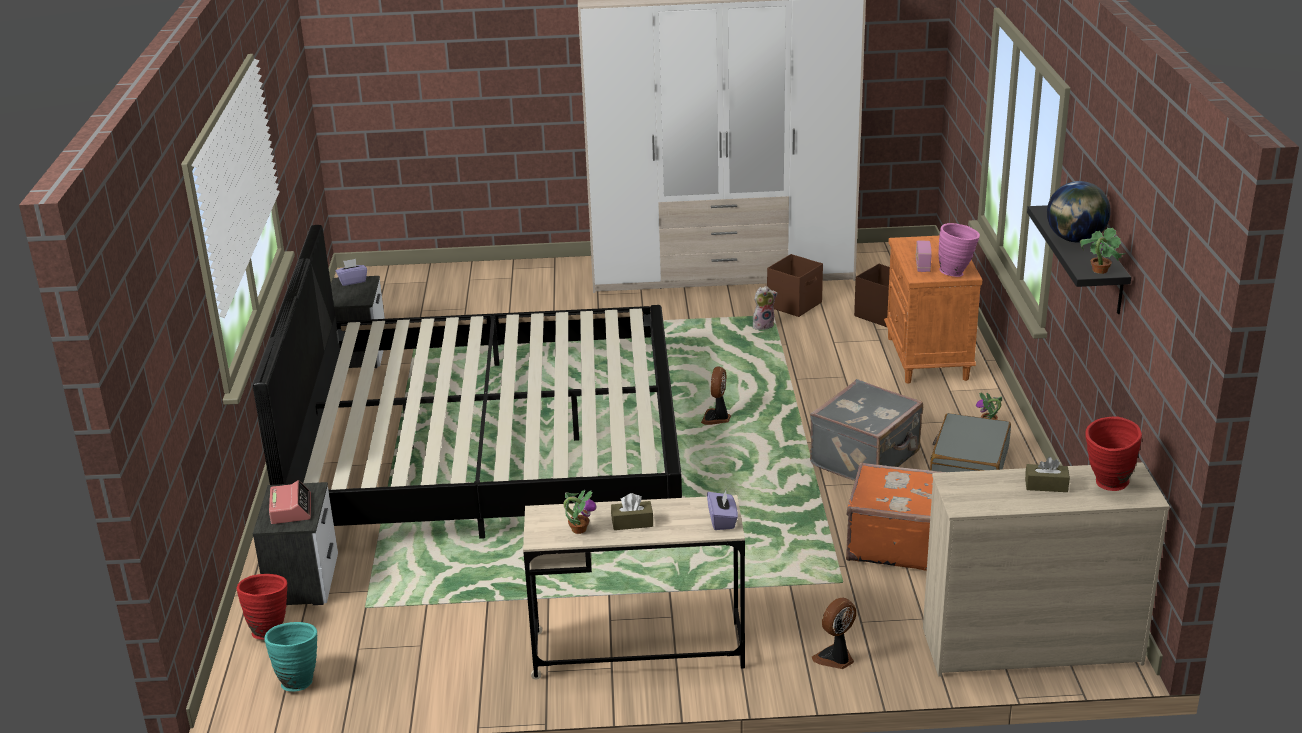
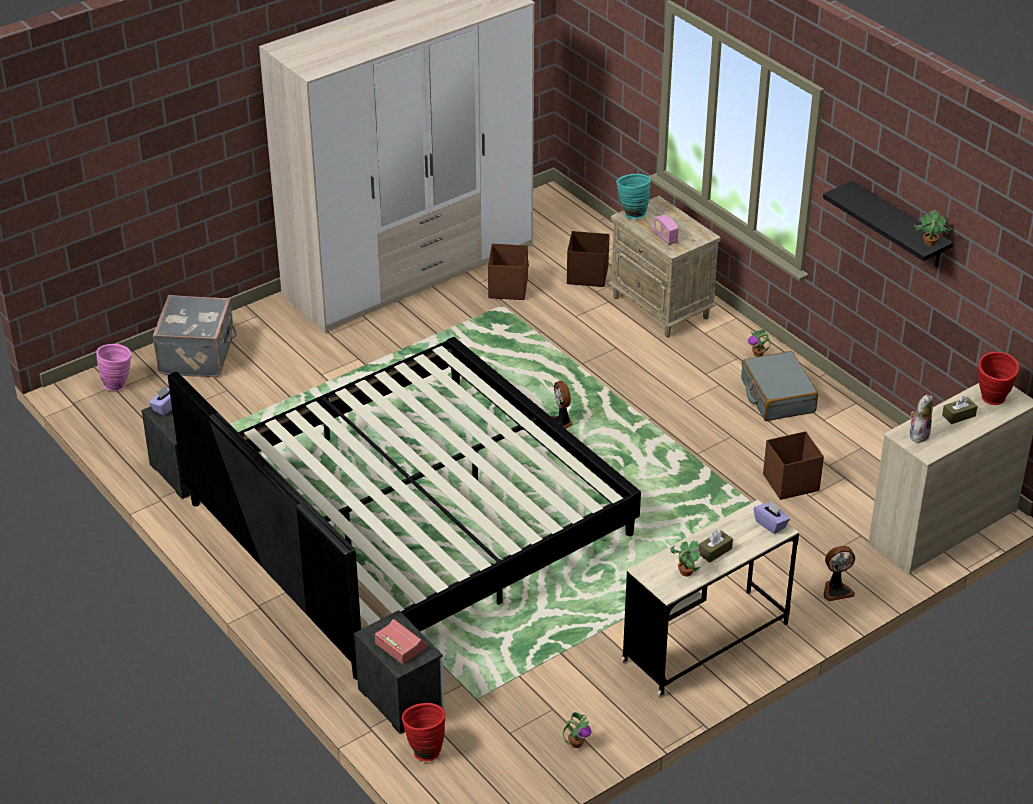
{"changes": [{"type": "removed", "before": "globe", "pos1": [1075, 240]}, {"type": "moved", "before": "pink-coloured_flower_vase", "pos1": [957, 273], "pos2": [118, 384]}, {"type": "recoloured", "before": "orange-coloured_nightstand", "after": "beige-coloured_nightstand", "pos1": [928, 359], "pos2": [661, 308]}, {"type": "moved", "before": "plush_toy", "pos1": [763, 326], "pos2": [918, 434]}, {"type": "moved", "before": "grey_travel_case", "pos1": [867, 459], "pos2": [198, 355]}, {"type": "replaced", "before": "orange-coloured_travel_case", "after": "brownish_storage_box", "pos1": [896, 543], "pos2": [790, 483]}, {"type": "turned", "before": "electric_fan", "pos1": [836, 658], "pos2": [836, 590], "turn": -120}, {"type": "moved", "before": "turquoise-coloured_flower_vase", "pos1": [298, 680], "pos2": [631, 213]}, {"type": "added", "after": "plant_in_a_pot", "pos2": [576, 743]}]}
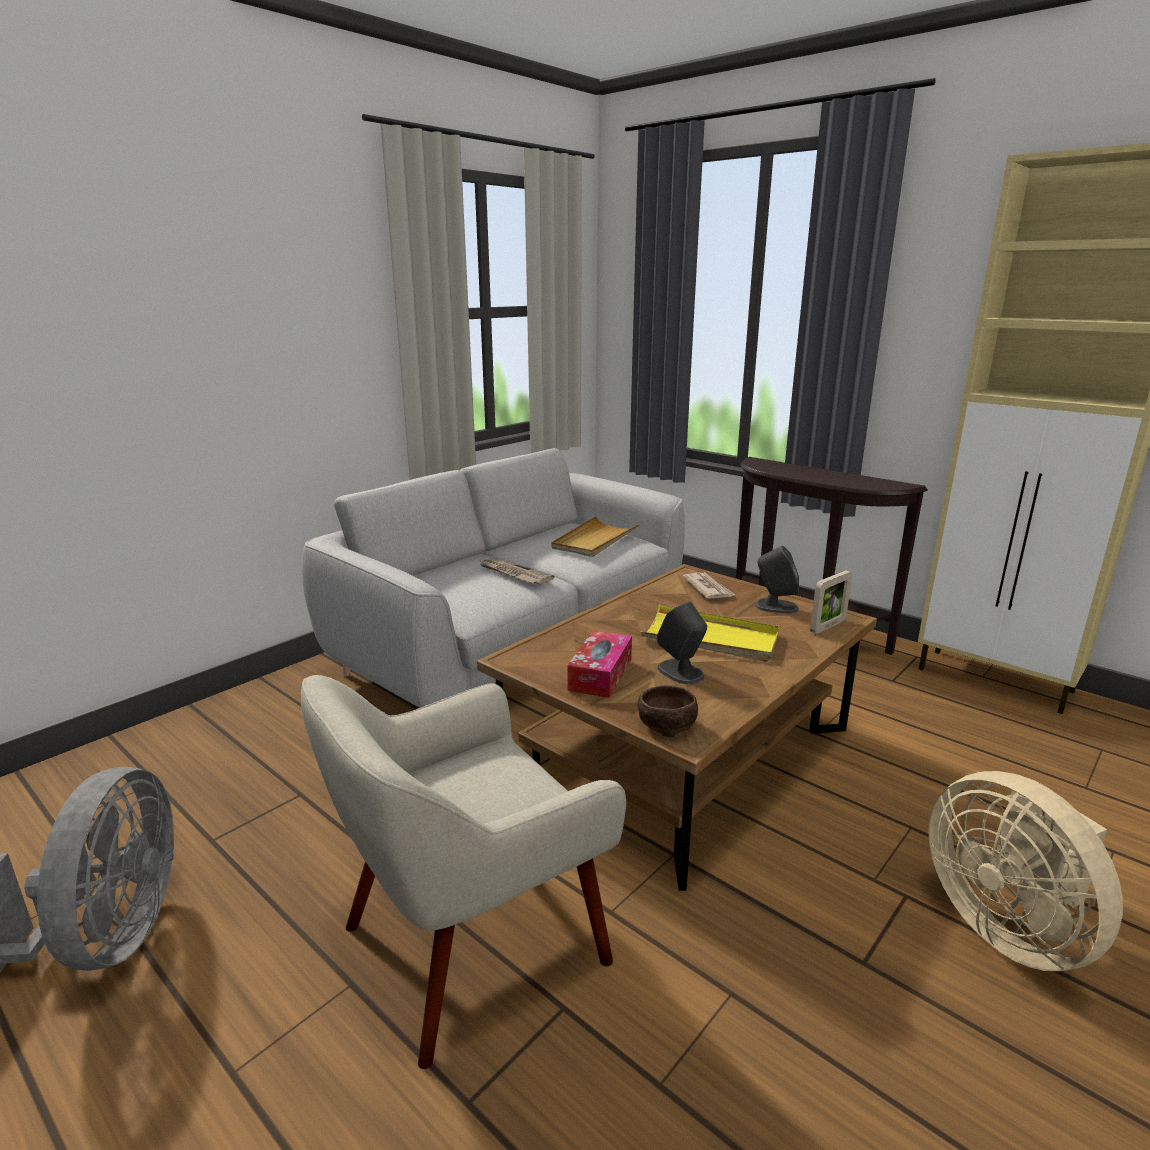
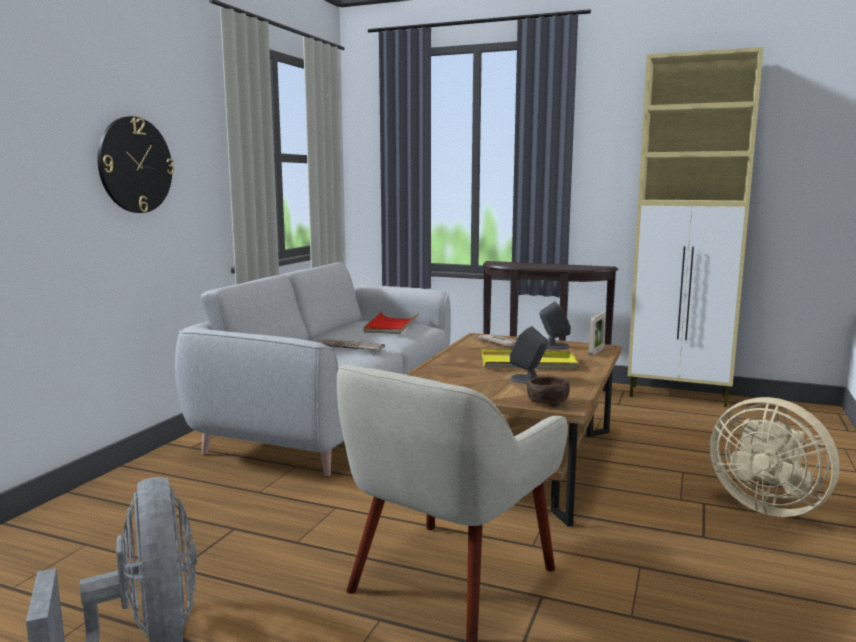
{"changes": [{"type": "recoloured", "before": "beige-coloured_carrying_tray", "after": "reddish_carrying_tray", "pos1": [595, 540], "pos2": [391, 326]}, {"type": "removed", "before": "tissue_box", "pos1": [600, 674]}, {"type": "added", "after": "clock_on_the_wall", "pos2": [135, 165]}]}
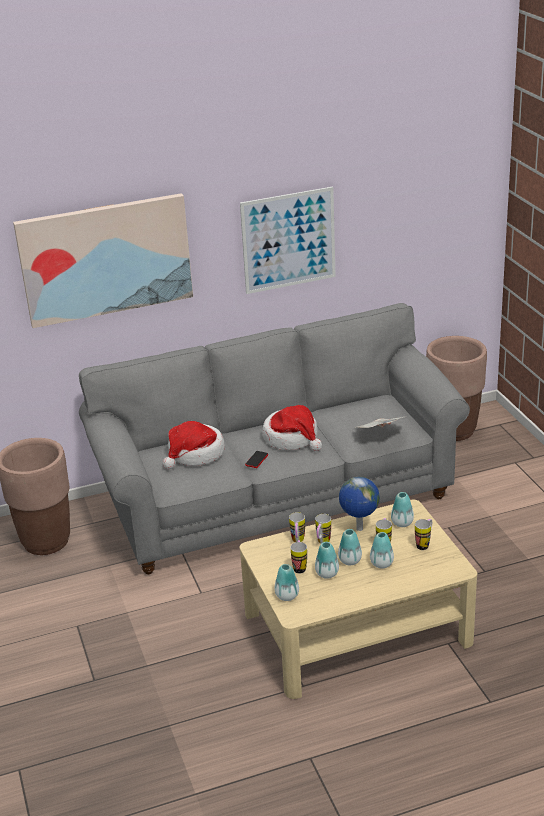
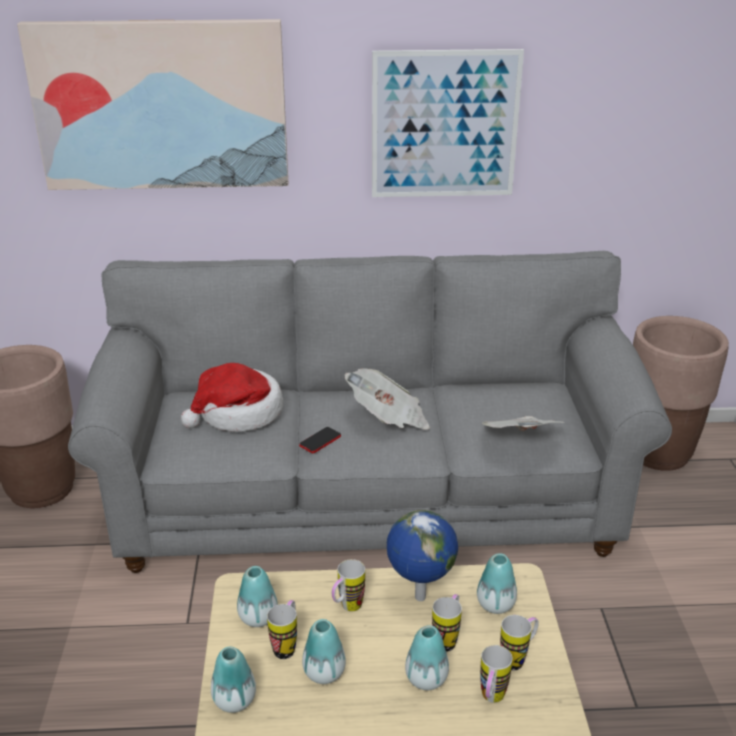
{"changes": [{"type": "replaced", "before": "clothing_hat", "after": "printed_paper", "pos1": [292, 438], "pos2": [388, 419]}, {"type": "moved", "before": "mug", "pos1": [297, 541], "pos2": [491, 699]}, {"type": "moved", "before": "flower_vase", "pos1": [350, 561], "pos2": [258, 617]}]}
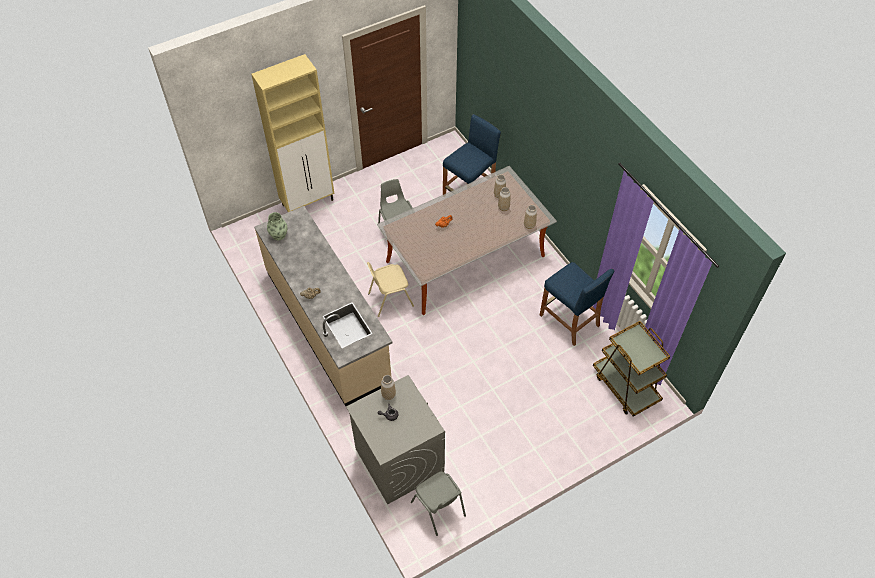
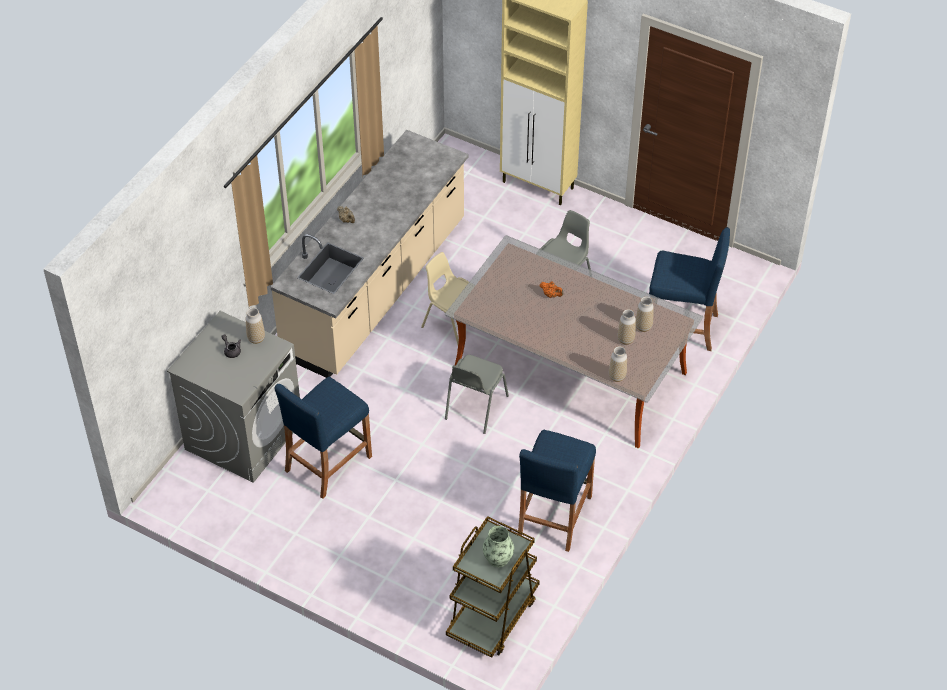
{"changes": [{"type": "moved", "before": "flower_vase", "pos1": [278, 235], "pos2": [498, 558]}, {"type": "moved", "before": "grey_upright_chair", "pos1": [438, 509], "pos2": [475, 407]}, {"type": "added", "after": "blue-coloured_stool_seat", "pos2": [328, 463]}]}
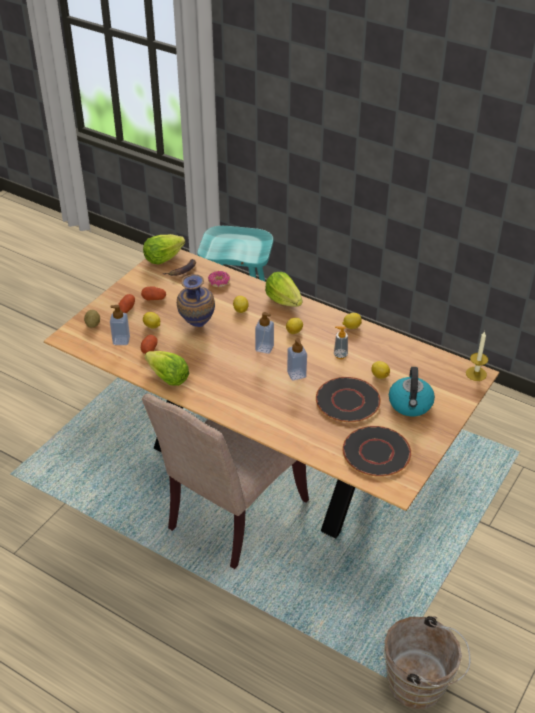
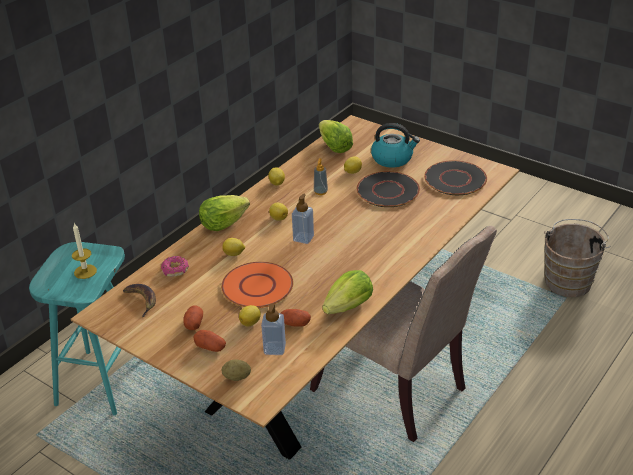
{"changes": [{"type": "moved", "before": "lettuce_head", "pos1": [163, 258], "pos2": [334, 147]}, {"type": "replaced", "before": "flower_vase", "after": "orange-coloured_flat_dish", "pos1": [196, 326], "pos2": [257, 287]}, {"type": "moved", "before": "wax_light", "pos1": [476, 374], "pos2": [85, 271]}, {"type": "removed", "before": "soap_dispenser", "pos1": [296, 374]}]}
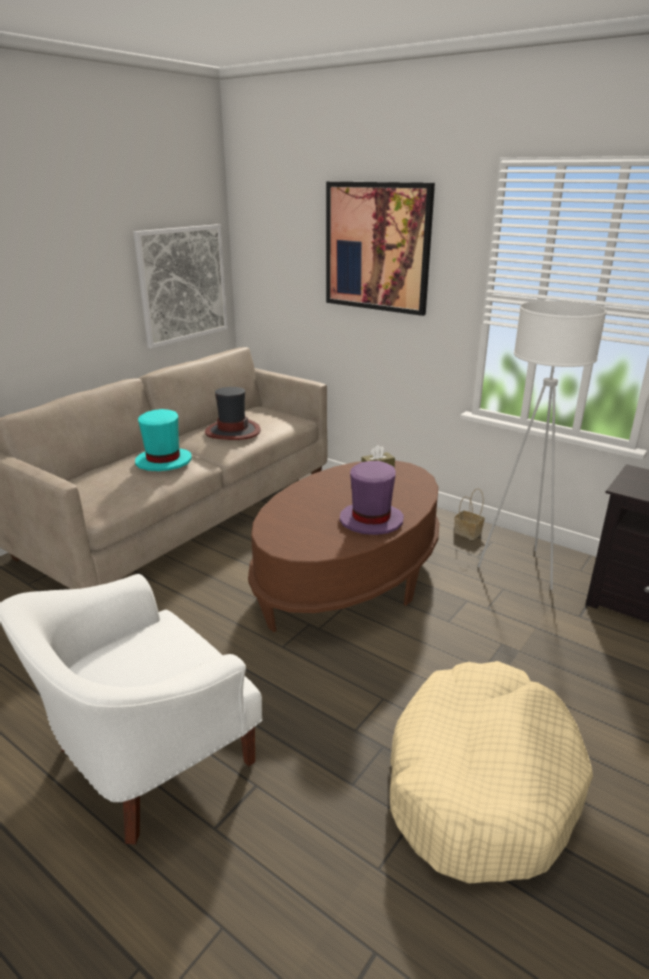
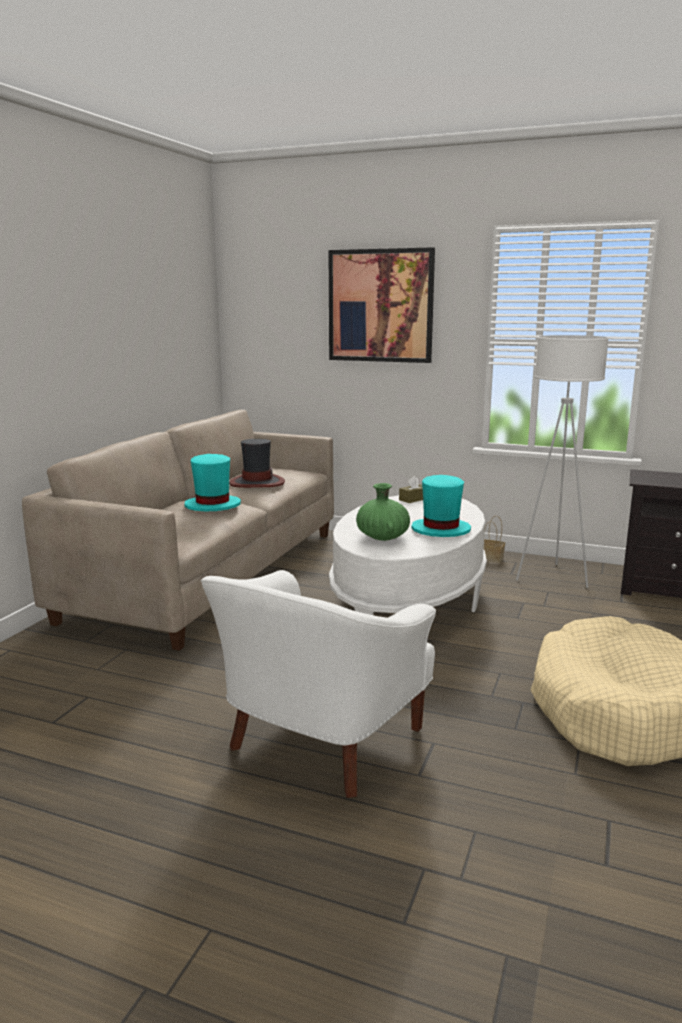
{"changes": [{"type": "removed", "before": "wall_art", "pos1": [183, 284]}, {"type": "recoloured", "before": "brownish_coffee_table", "after": "whitish_coffee_table", "pos1": [349, 578], "pos2": [409, 600]}, {"type": "recoloured", "before": "purple_clothing_hat", "after": "turquoise-coloured_clothing_hat", "pos1": [371, 520], "pos2": [440, 530]}, {"type": "added", "after": "greenish_flower_vase", "pos2": [382, 538]}]}
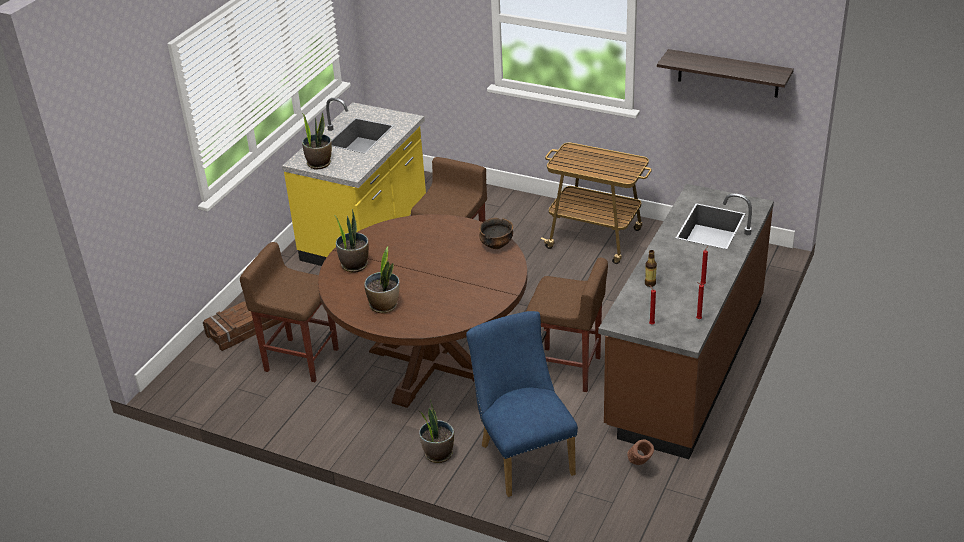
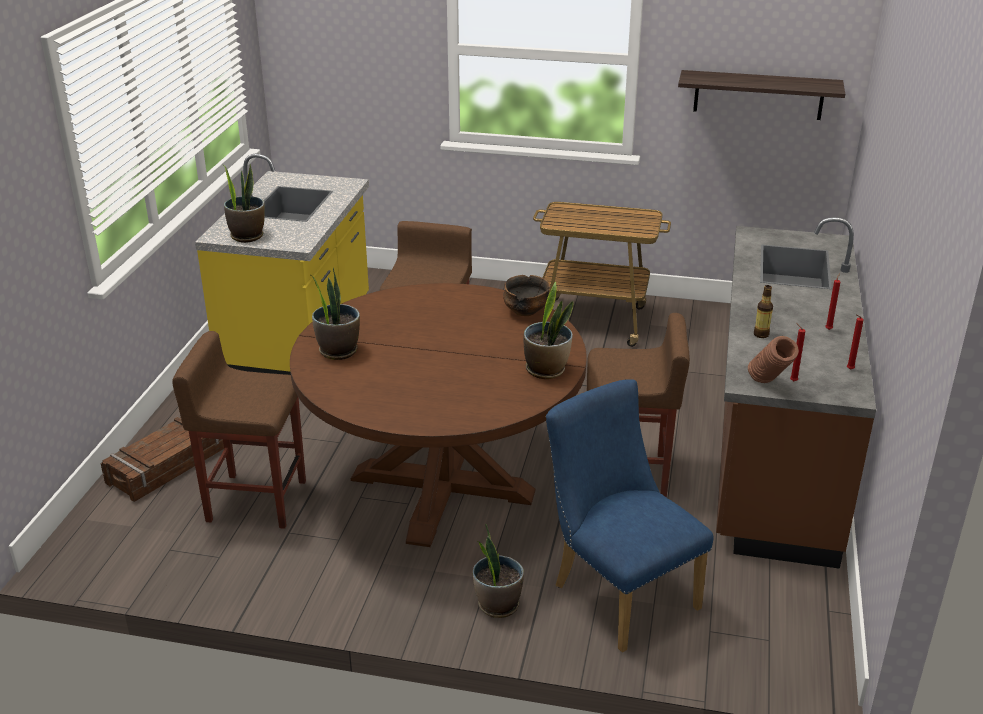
{"changes": [{"type": "moved", "before": "plant_in_a_pot", "pos1": [384, 306], "pos2": [546, 370]}, {"type": "moved", "before": "brownish_flower_vase", "pos1": [639, 467], "pos2": [769, 385]}]}
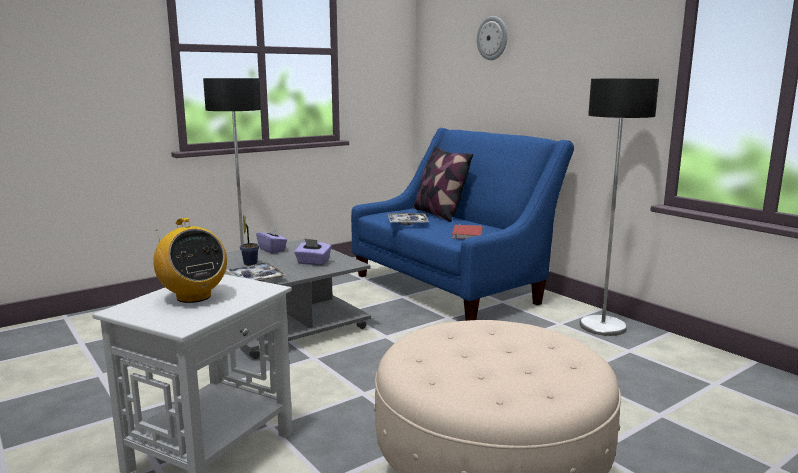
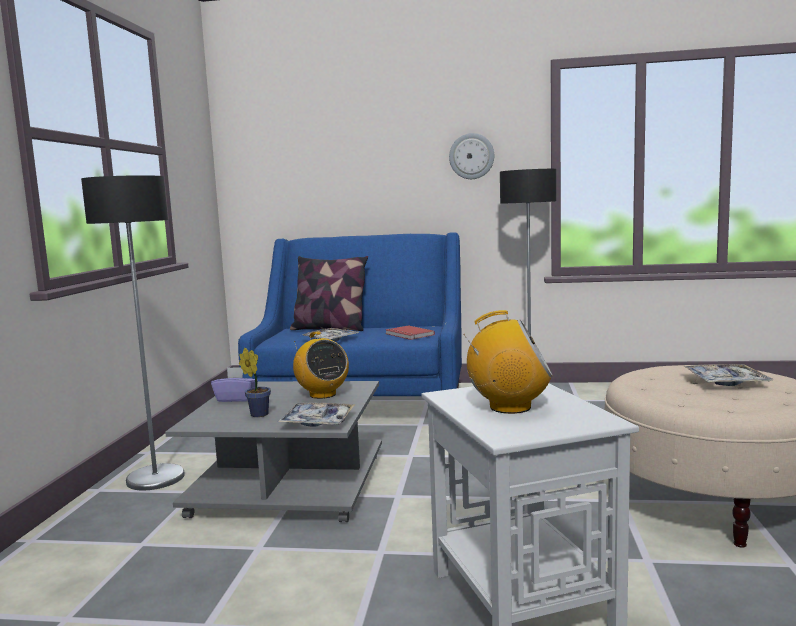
{"changes": [{"type": "moved", "before": "clock_on_the_wall", "pos1": [492, 38], "pos2": [471, 156]}, {"type": "replaced", "before": "purple_tissue_box", "after": "radio_receiver", "pos1": [313, 263], "pos2": [322, 394]}, {"type": "added", "after": "carrying_tray", "pos2": [726, 382]}]}
